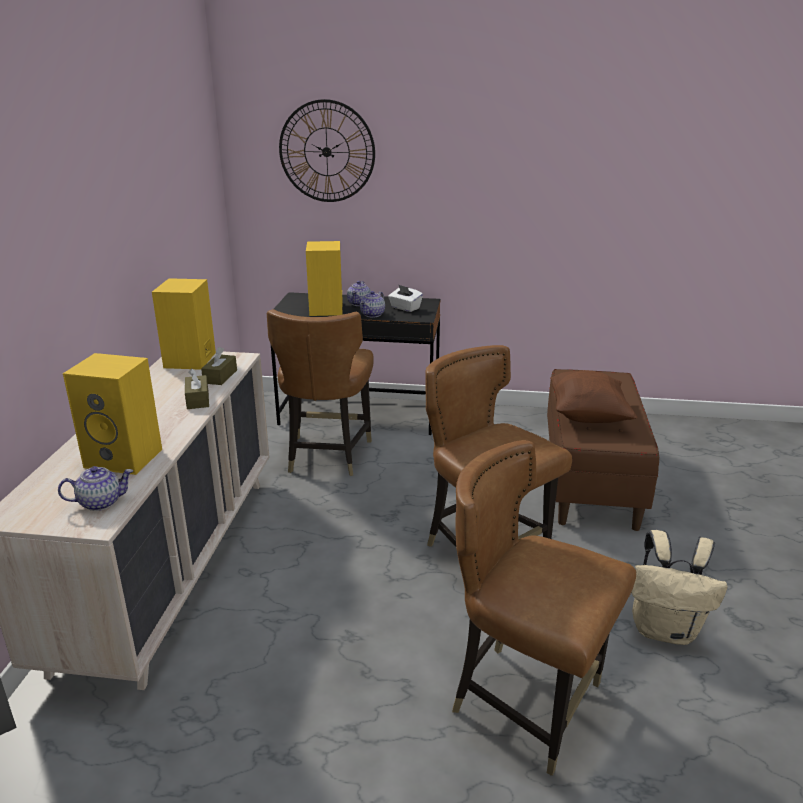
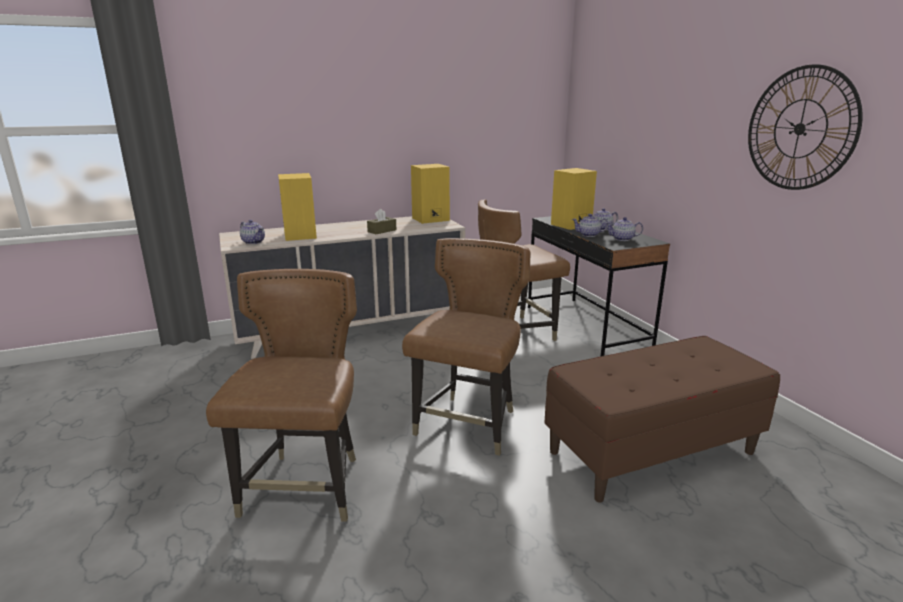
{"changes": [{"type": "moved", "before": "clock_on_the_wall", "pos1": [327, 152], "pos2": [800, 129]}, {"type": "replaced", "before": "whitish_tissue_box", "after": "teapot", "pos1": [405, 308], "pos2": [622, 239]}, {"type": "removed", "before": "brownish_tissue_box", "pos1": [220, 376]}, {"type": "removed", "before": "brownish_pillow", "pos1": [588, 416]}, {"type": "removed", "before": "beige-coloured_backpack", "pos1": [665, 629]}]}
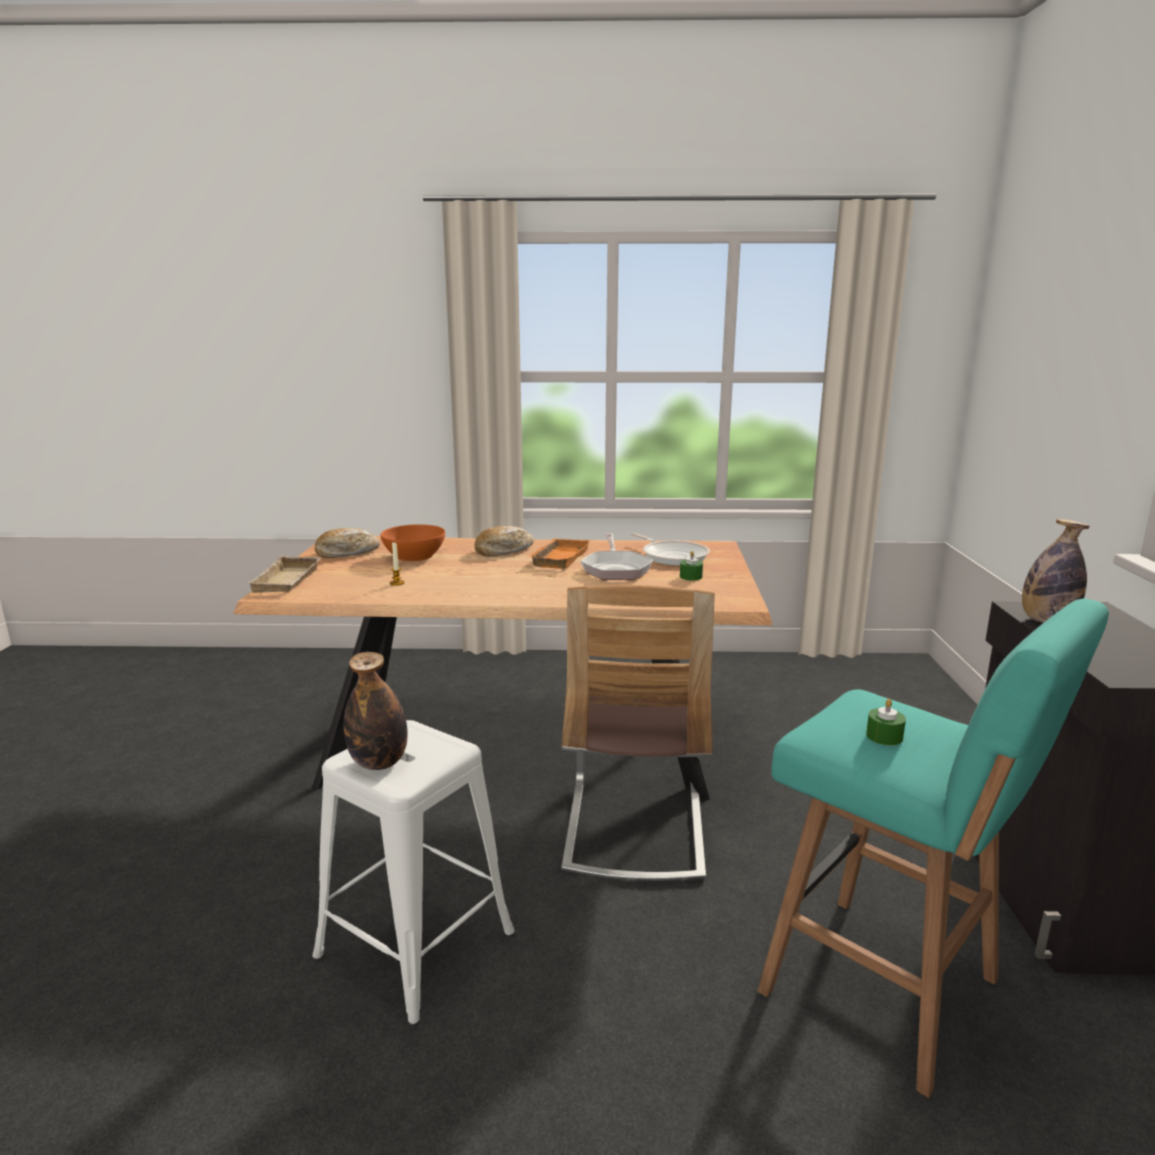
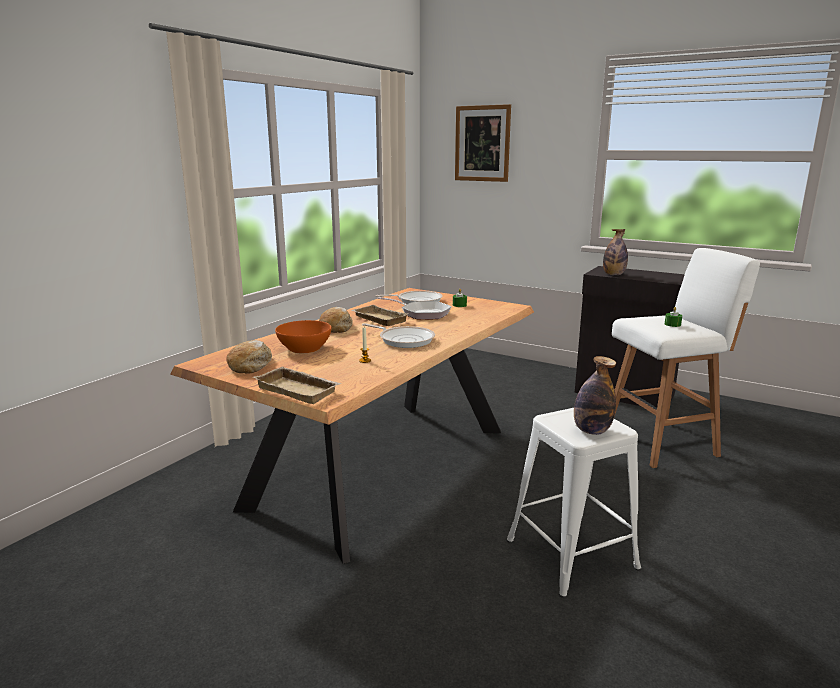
{"changes": [{"type": "recoloured", "before": "orange-coloured_carrying_tray", "after": "beige-coloured_carrying_tray", "pos1": [558, 558], "pos2": [378, 319]}, {"type": "removed", "before": "upright_chair", "pos1": [635, 828]}, {"type": "recoloured", "before": "turquoise-coloured_stool_seat", "after": "whitish_stool_seat", "pos1": [887, 990], "pos2": [662, 442]}, {"type": "added", "after": "wall_art", "pos2": [482, 143]}, {"type": "added", "after": "frying_pan", "pos2": [404, 340]}]}
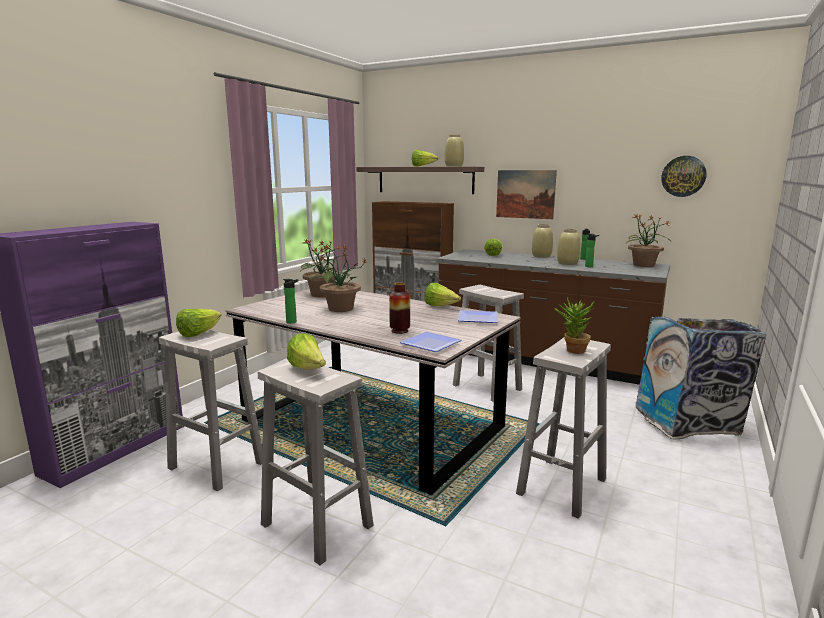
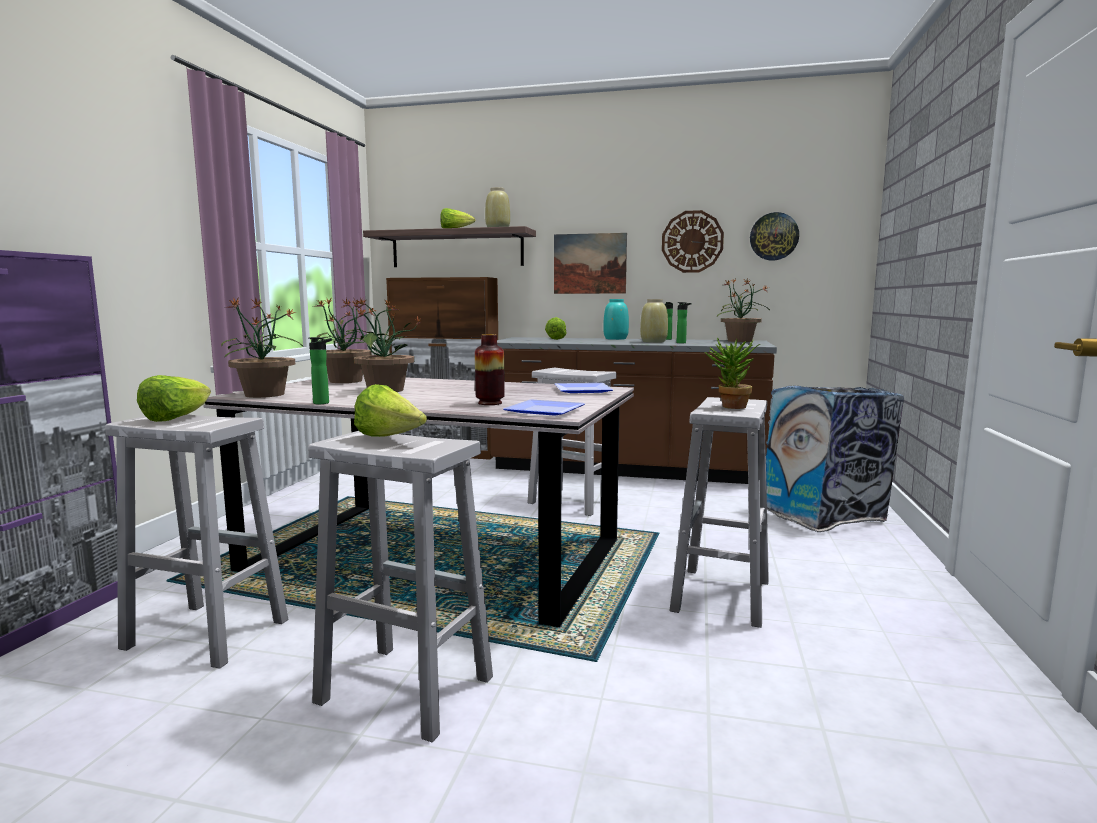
{"changes": [{"type": "recoloured", "before": "beige-coloured_flower_vase", "after": "turquoise-coloured_flower_vase", "pos1": [541, 256], "pos2": [615, 339]}, {"type": "removed", "before": "lettuce_head", "pos1": [440, 306]}, {"type": "added", "after": "clock_on_the_wall", "pos2": [692, 241]}, {"type": "added", "after": "plant_in_a_pot", "pos2": [264, 395]}]}
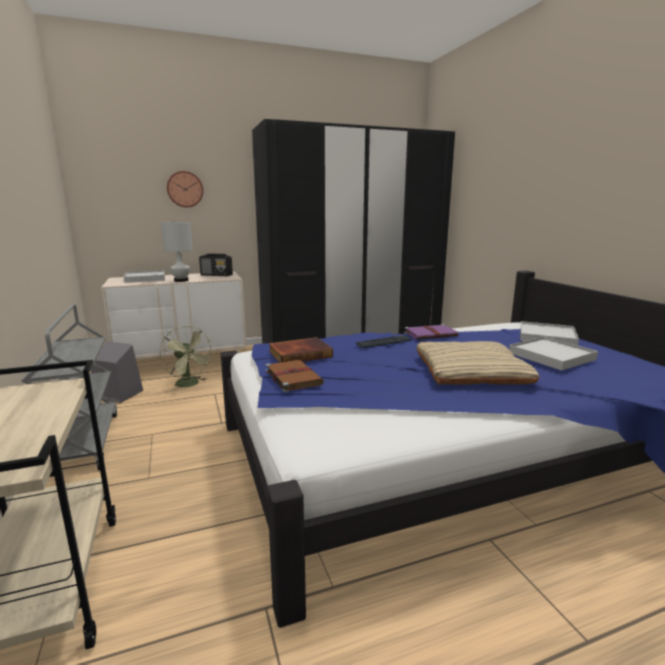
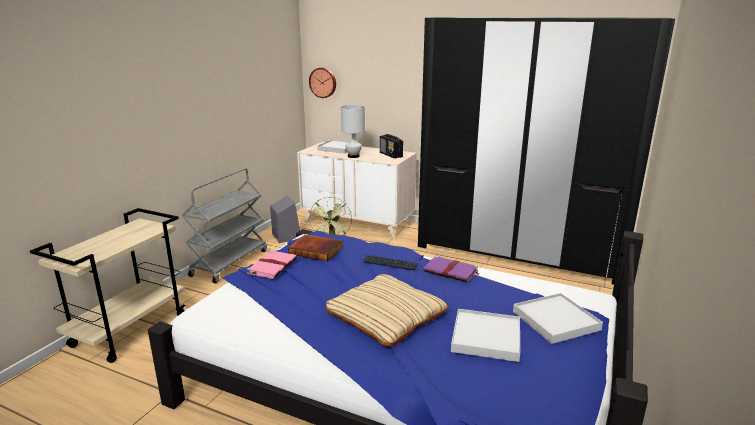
{"changes": [{"type": "moved", "before": "clock_on_the_wall", "pos1": [185, 189], "pos2": [323, 82]}, {"type": "recoloured", "before": "brownish_bound_book", "after": "pink-coloured_bound_book", "pos1": [292, 377], "pos2": [273, 266]}]}
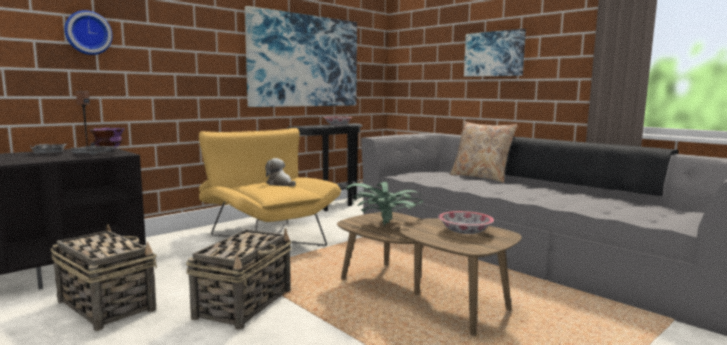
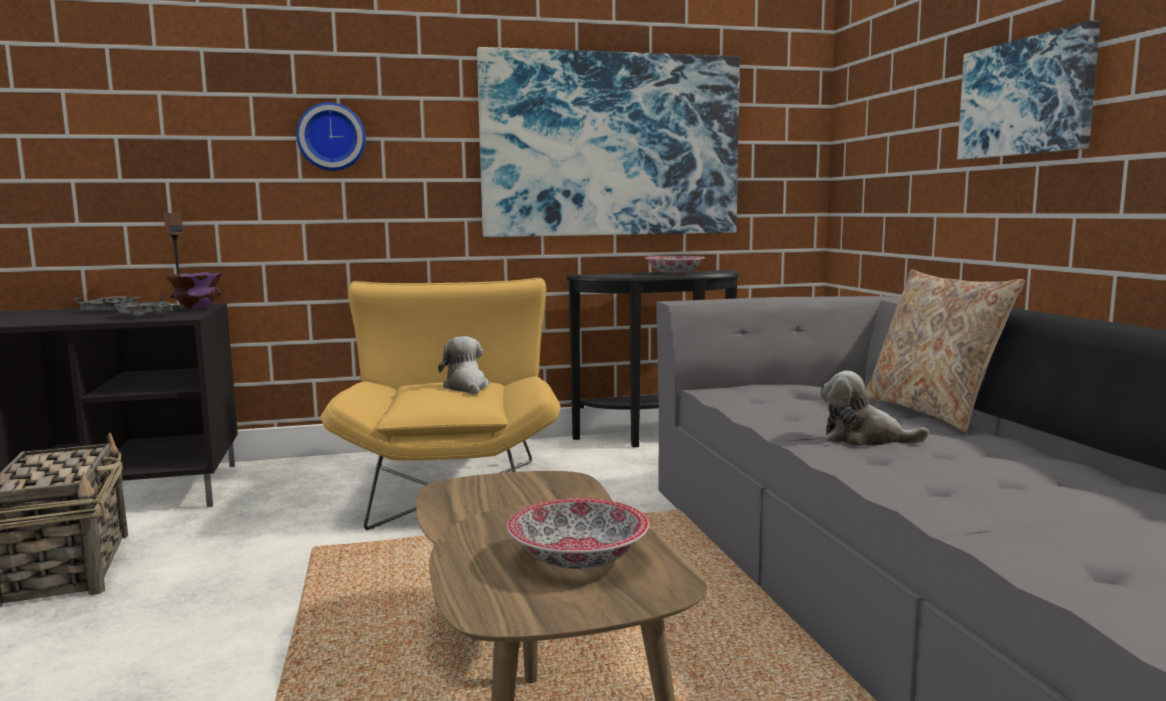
{"changes": [{"type": "moved", "before": "clock_on_the_wall", "pos1": [88, 33], "pos2": [331, 137]}, {"type": "removed", "before": "plant_in_a_pot", "pos1": [386, 226]}, {"type": "removed", "before": "basket", "pos1": [245, 303]}, {"type": "added", "after": "plush_toy", "pos2": [864, 439]}]}
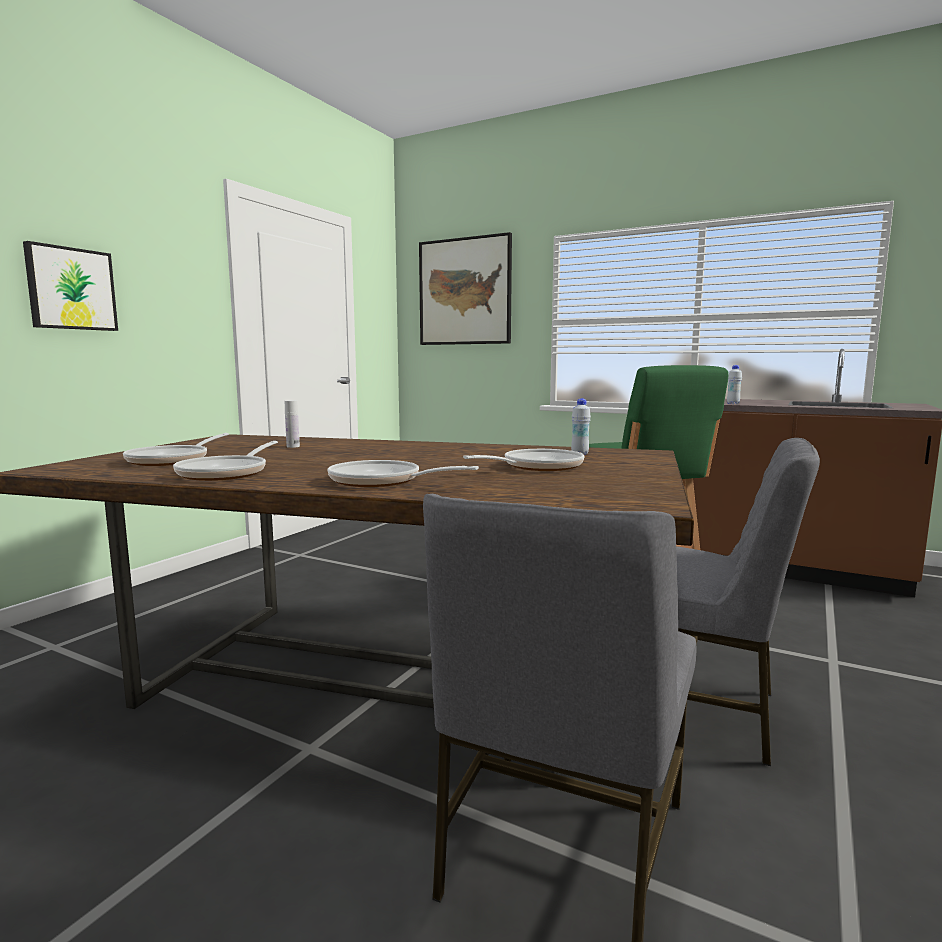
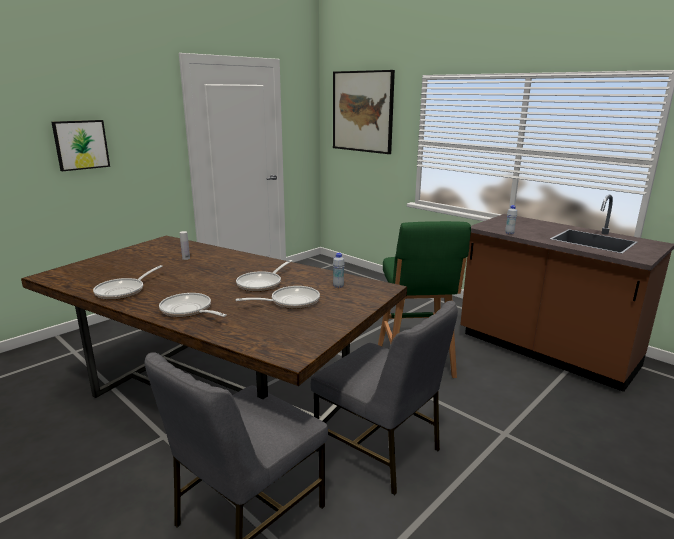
{"changes": [{"type": "moved", "before": "frying_pan", "pos1": [173, 460], "pos2": [262, 284]}]}
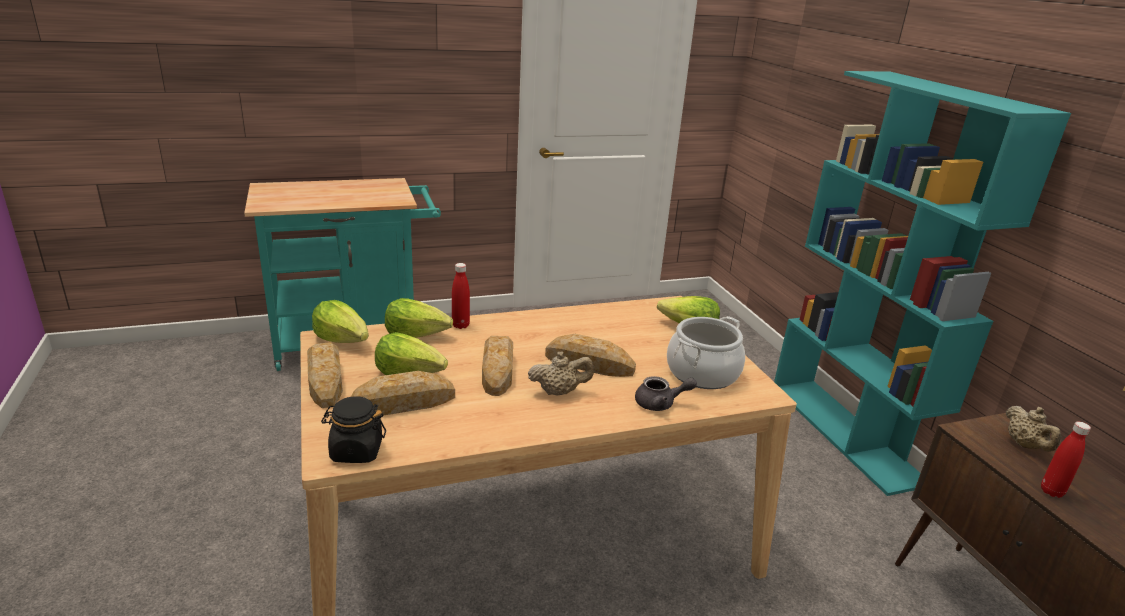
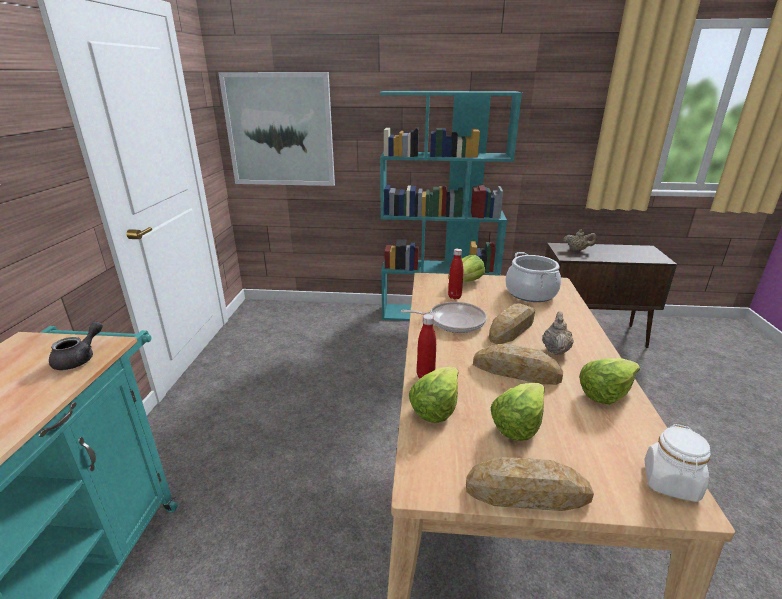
{"changes": [{"type": "moved", "before": "lettuce_head", "pos1": [343, 339], "pos2": [605, 392]}, {"type": "removed", "before": "bread", "pos1": [403, 403]}, {"type": "moved", "before": "grey_teapot", "pos1": [660, 404], "pos2": [80, 359]}, {"type": "recoloured", "before": "black-coloured_storage_jar", "after": "whitish_storage_jar", "pos1": [356, 451], "pos2": [670, 482]}, {"type": "moved", "before": "reddish_beverage_bottle", "pos1": [1051, 491], "pos2": [454, 297]}, {"type": "added", "after": "wall_art", "pos2": [280, 130]}, {"type": "added", "after": "frying_pan", "pos2": [453, 321]}]}
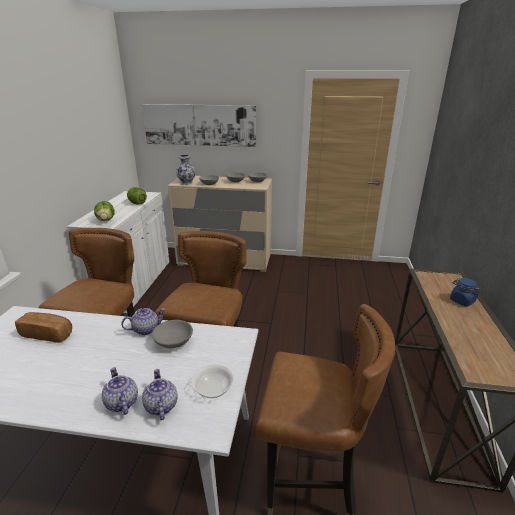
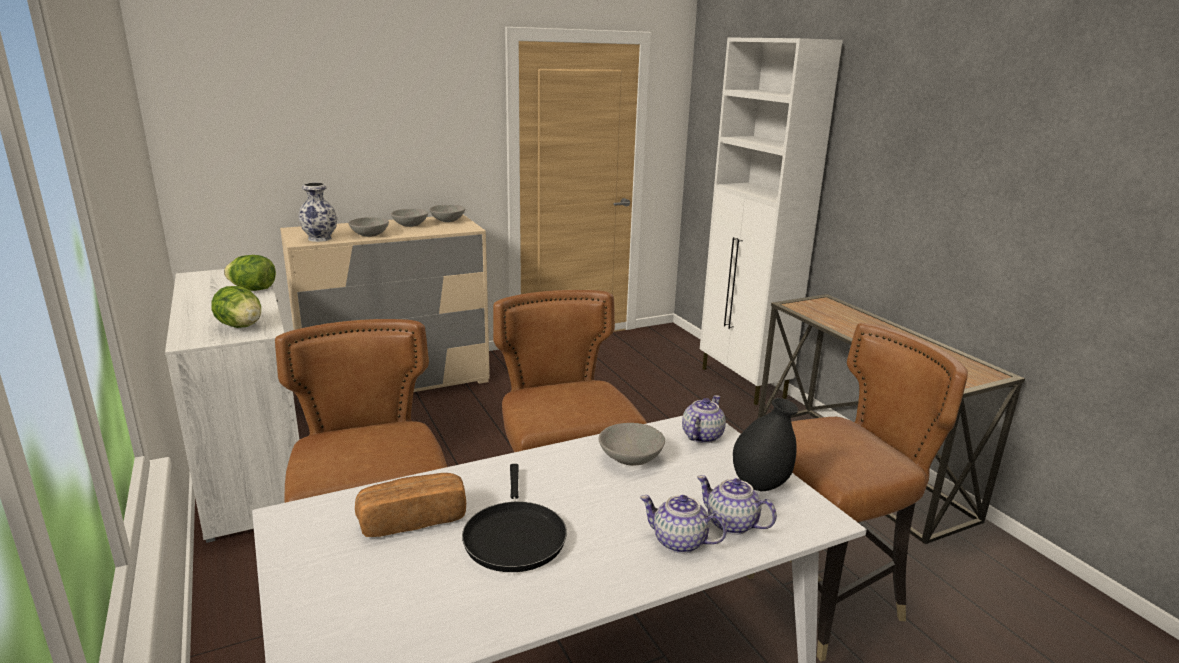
{"changes": [{"type": "removed", "before": "wall_art", "pos1": [199, 125]}, {"type": "removed", "before": "blue-coloured_storage_jar", "pos1": [461, 301]}, {"type": "moved", "before": "teapot", "pos1": [146, 329], "pos2": [701, 436]}, {"type": "replaced", "before": "deep_dish", "after": "black-coloured_flower_vase", "pos1": [213, 389], "pos2": [760, 484]}, {"type": "added", "after": "whitish_cupboard", "pos2": [743, 383]}, {"type": "added", "after": "black-coloured_frying_pan", "pos2": [514, 536]}]}
